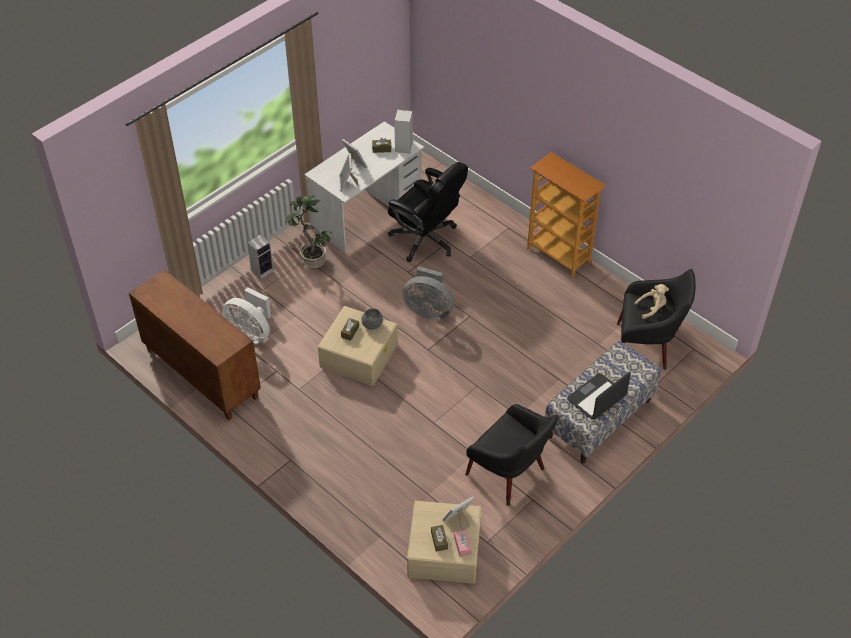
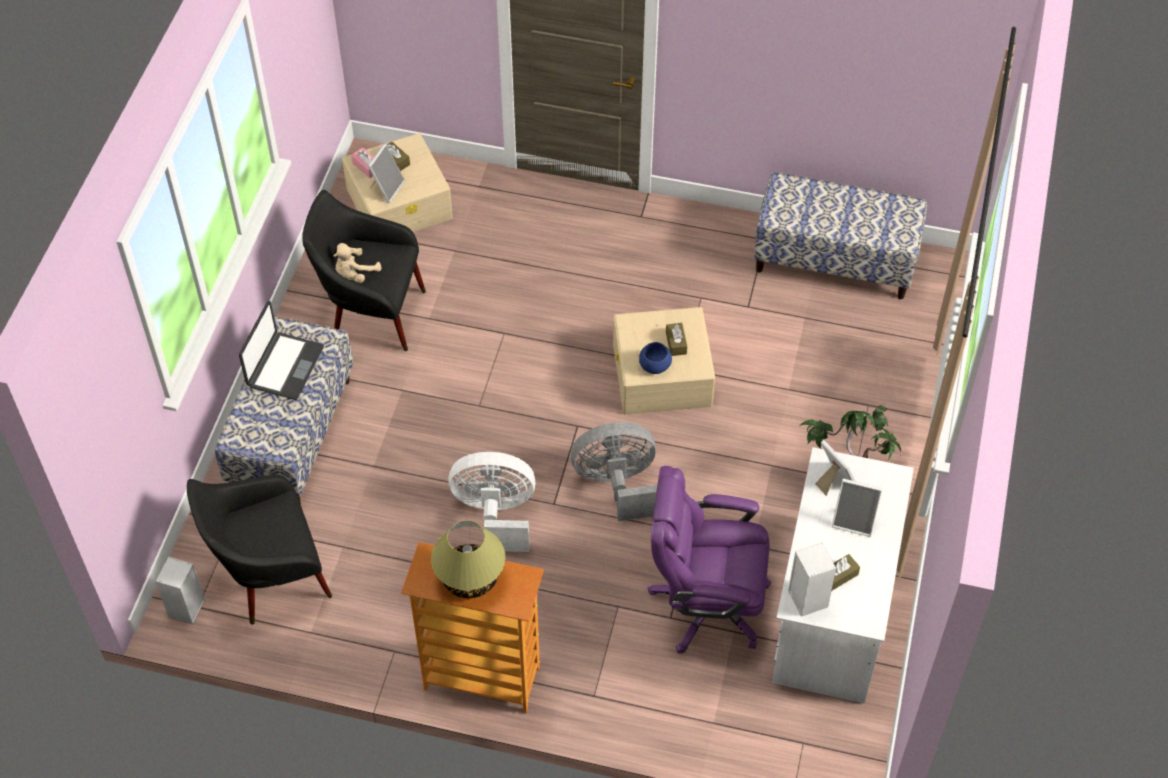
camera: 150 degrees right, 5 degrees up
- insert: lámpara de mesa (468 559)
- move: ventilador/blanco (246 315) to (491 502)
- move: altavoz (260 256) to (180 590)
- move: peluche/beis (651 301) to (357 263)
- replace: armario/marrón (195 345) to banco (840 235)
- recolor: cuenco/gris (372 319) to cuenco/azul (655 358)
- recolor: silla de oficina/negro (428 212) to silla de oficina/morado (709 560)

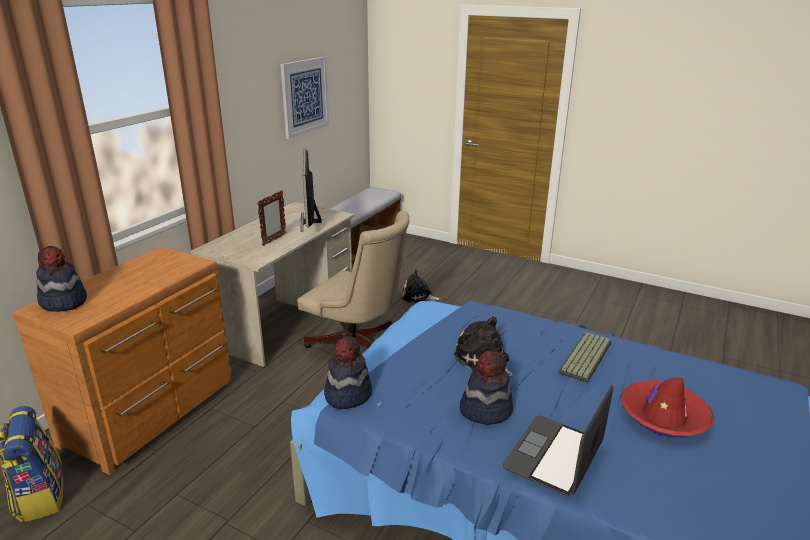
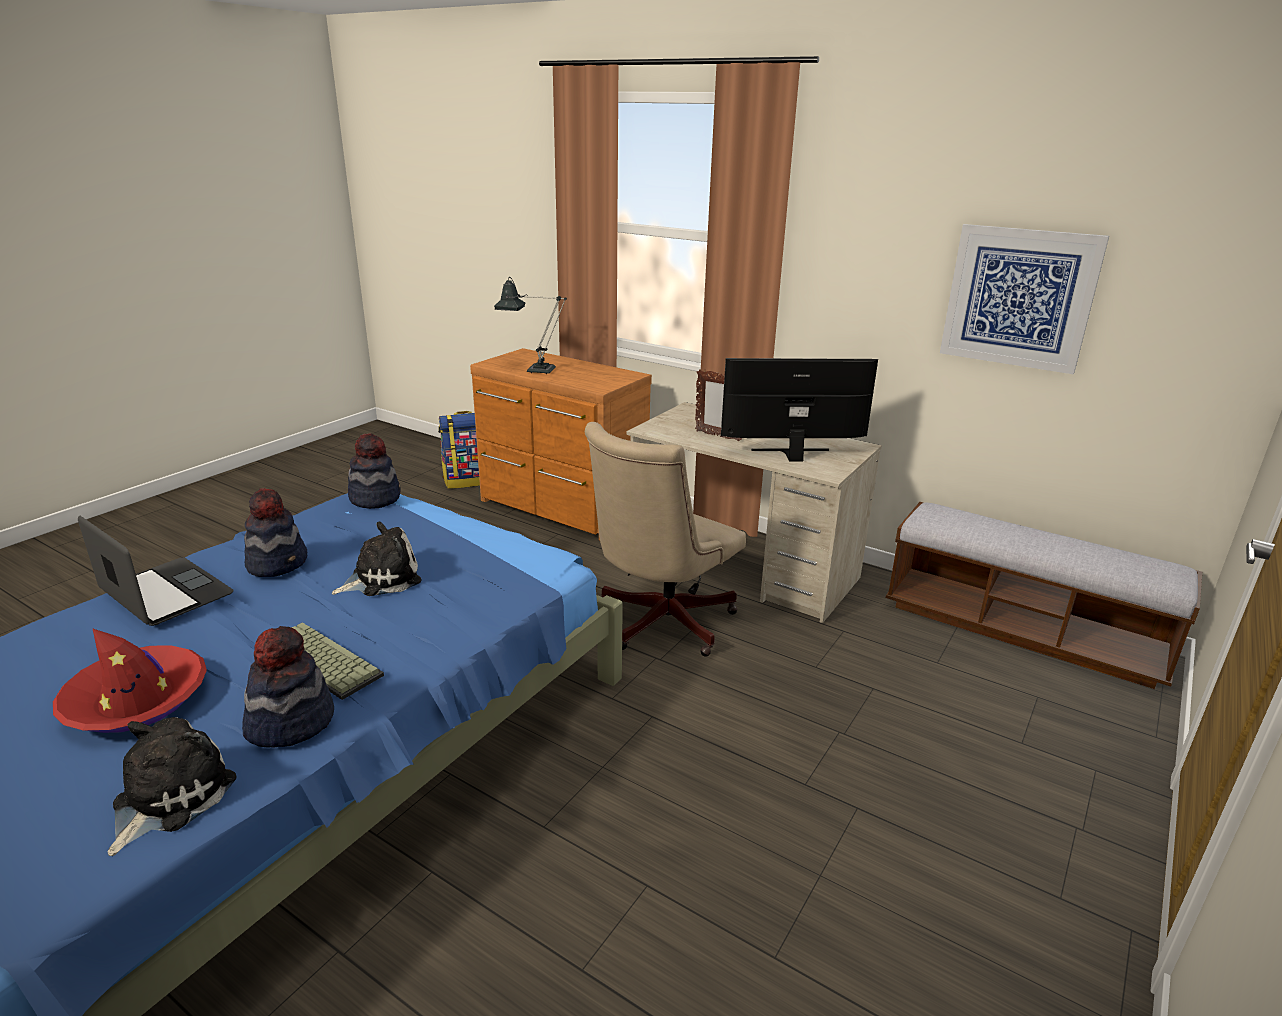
camera: 95 degrees right, 0 degrees up
- insert: lámpara de mesa (530 325)
- move: sombrero (61 279) to (288 687)
- move: peluche (422 287) to (172 786)

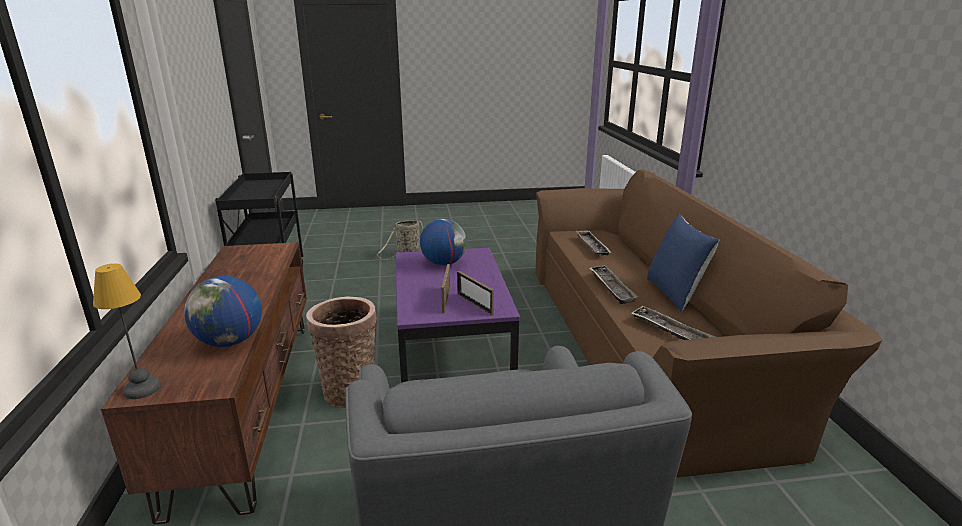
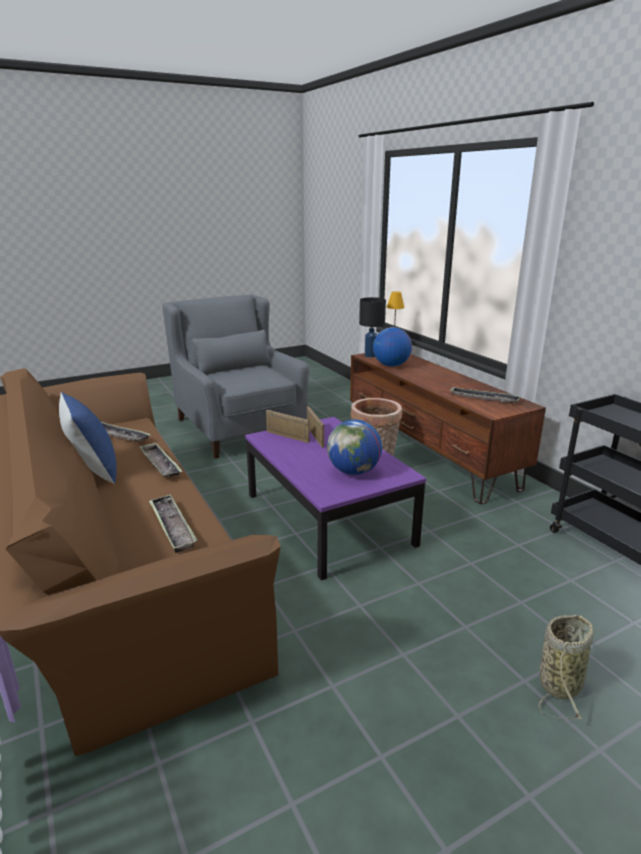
camera: 160 degrees right, 0 degrees up
- insert: lámpara de mesa/negro (372 327)
- insert: bandeja (485 395)

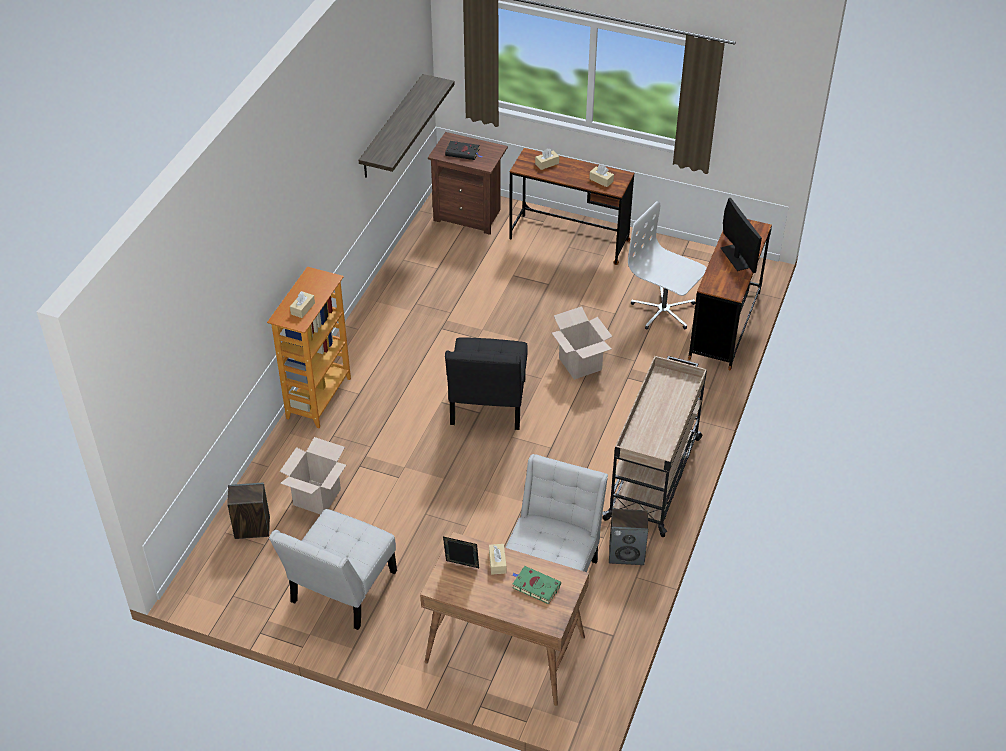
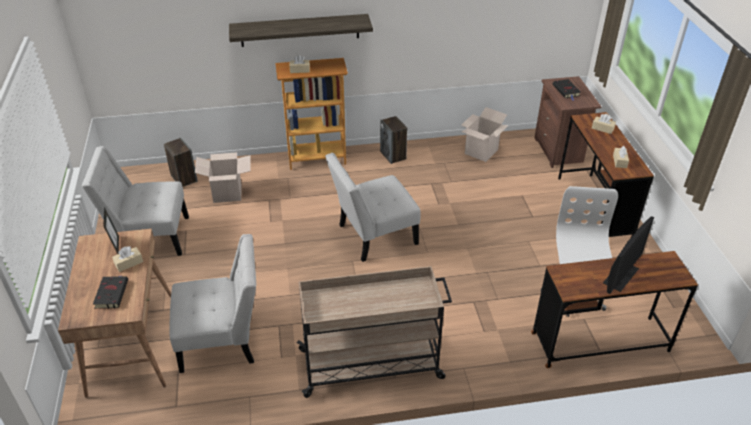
camera: 60 degrees right, 5 degrees down
- move: estante (407 126) to (301 30)
- move: caja de cartón (582 343) to (484 134)
- move: altavoz (628 537) to (393 140)
- recolor: silla/negro (486 383) to silla/blanco (373 207)
- recolor: libro/verde (536 585) to libro/negro (110 292)

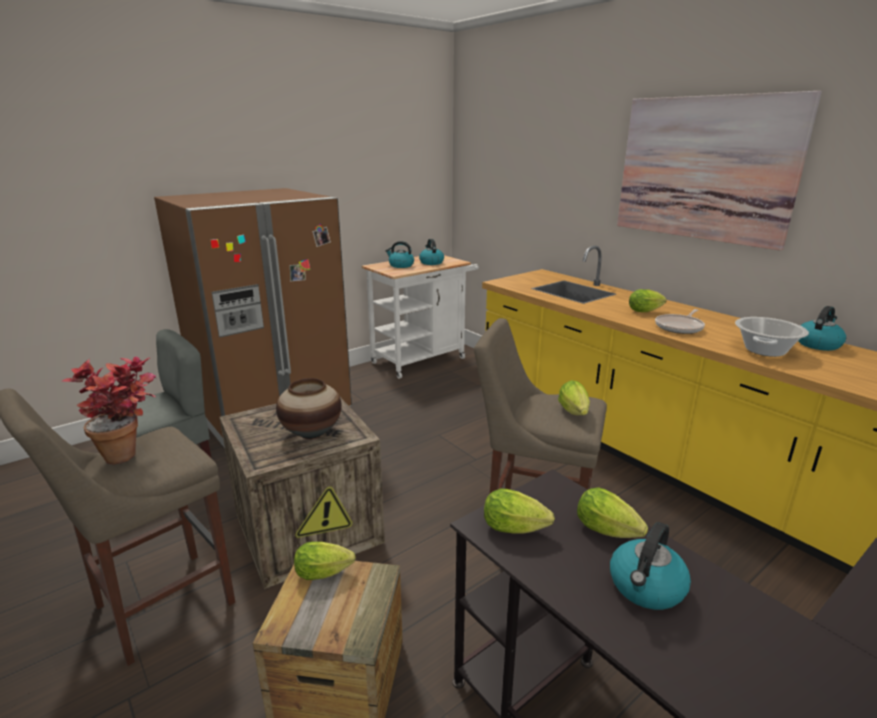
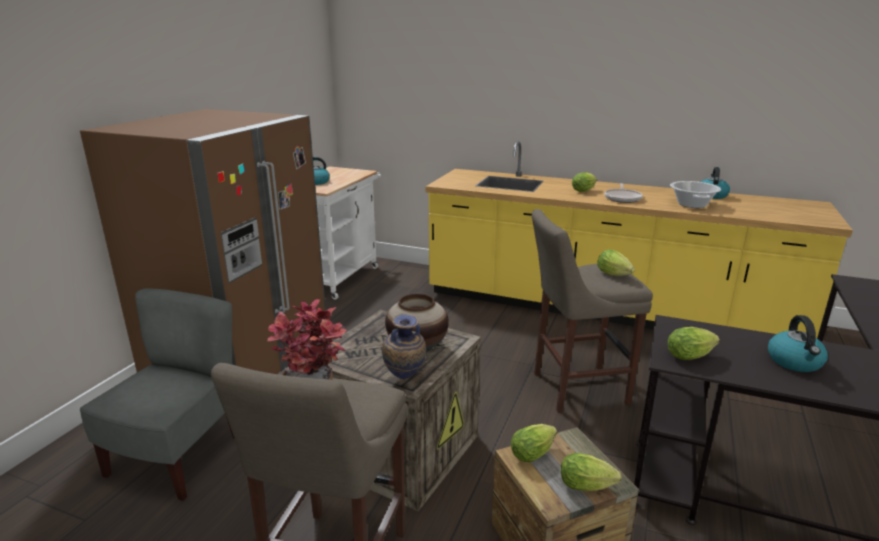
camera: 30 degrees left, 0 degrees up
- delete: hervidor (431 252)
- delete: cuadro (719 171)
- insert: florero (404 346)
- move: lechuga (612 512) to (591 472)

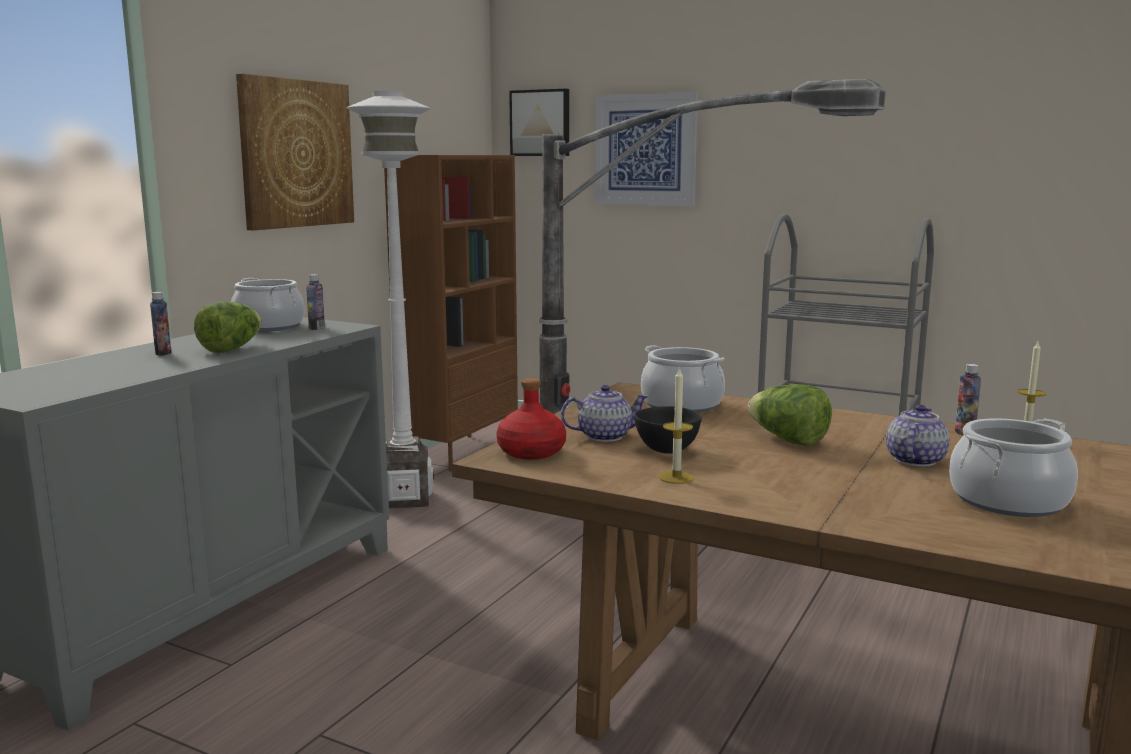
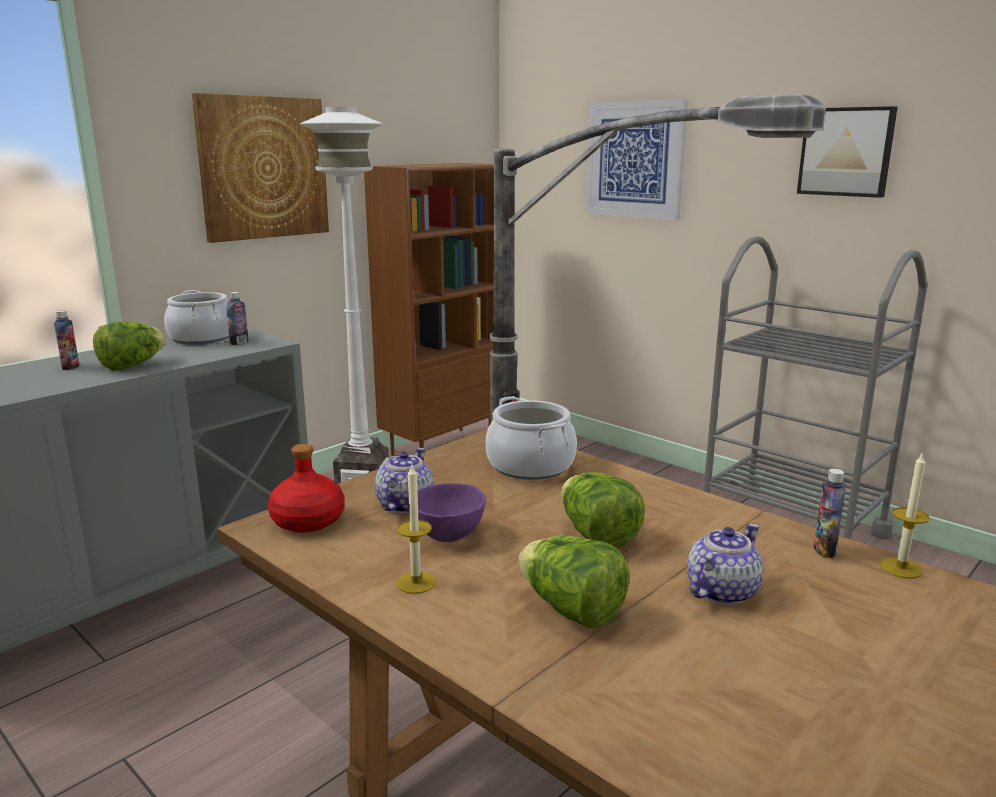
camera: 15 degrees right, 5 degrees up
- delete: olla (1013 468)
- insert: lechuga (574 581)
- move: cuadro (539 122) to (847 152)
- recolor: cuenco/negro (668 430) to cuenco/morado (451 512)
- rotate: tetera (605 413) = (404 480) 75 degrees counterclockwise

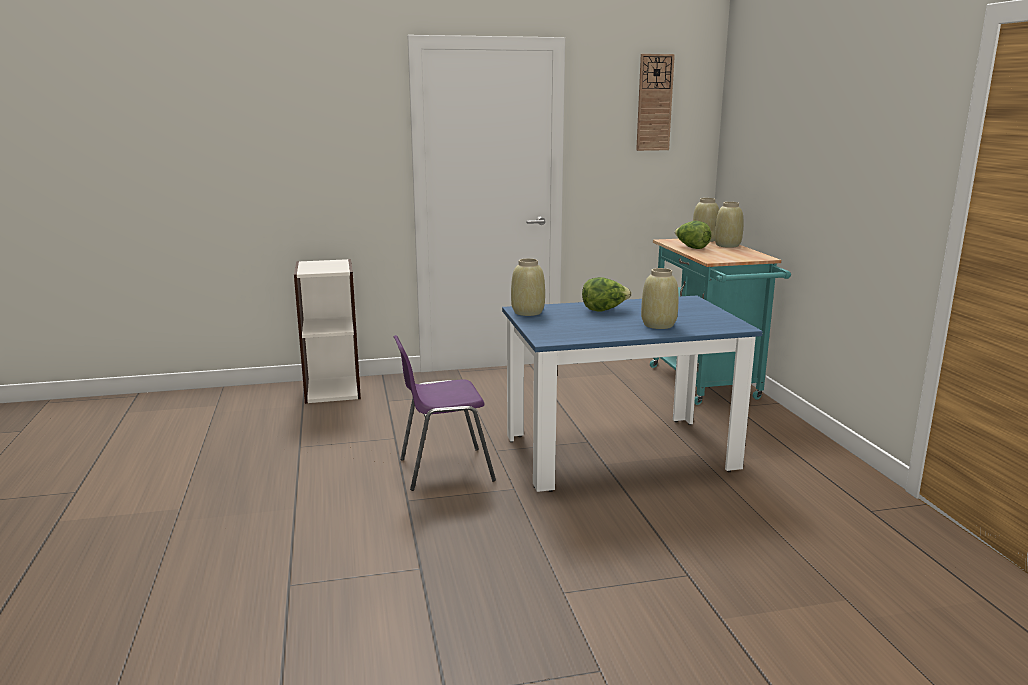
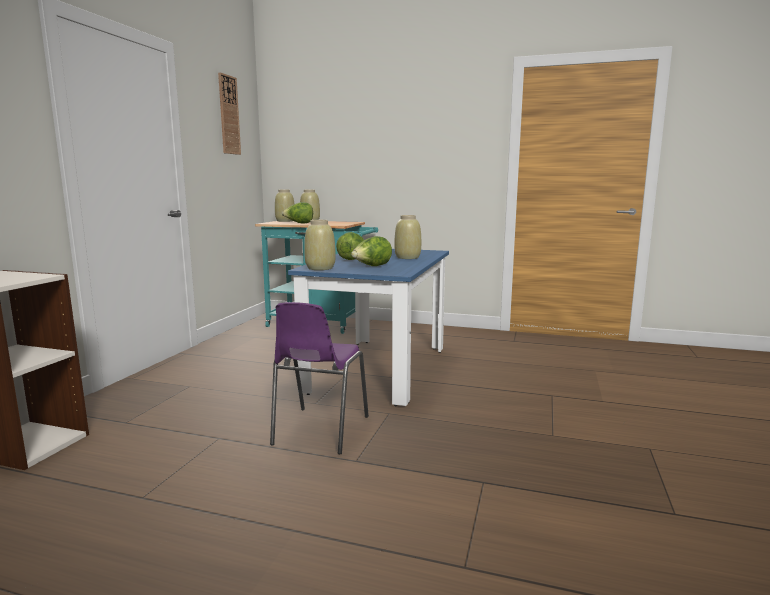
camera: 60 degrees left, 5 degrees down
- insert: lechuga (371 251)

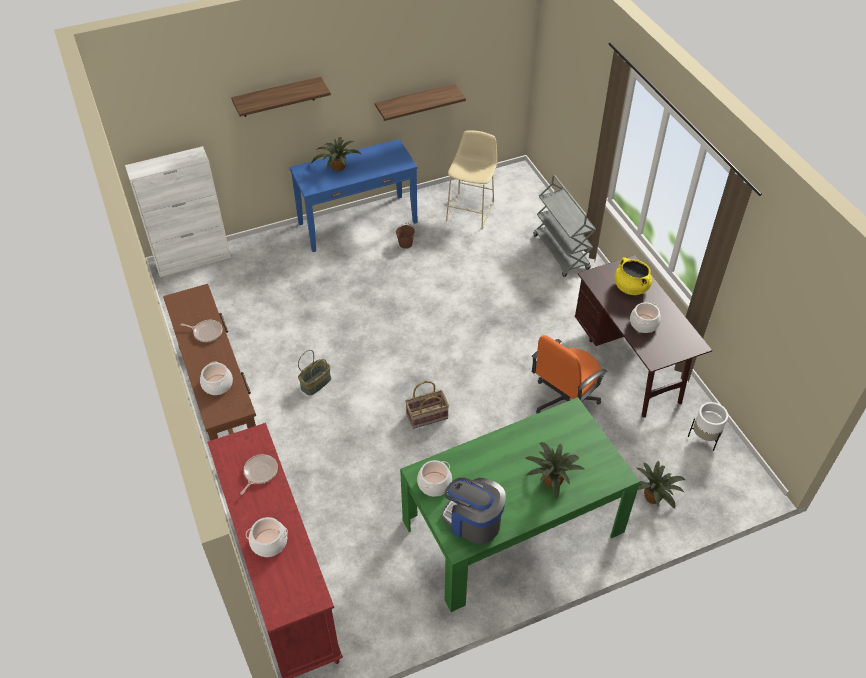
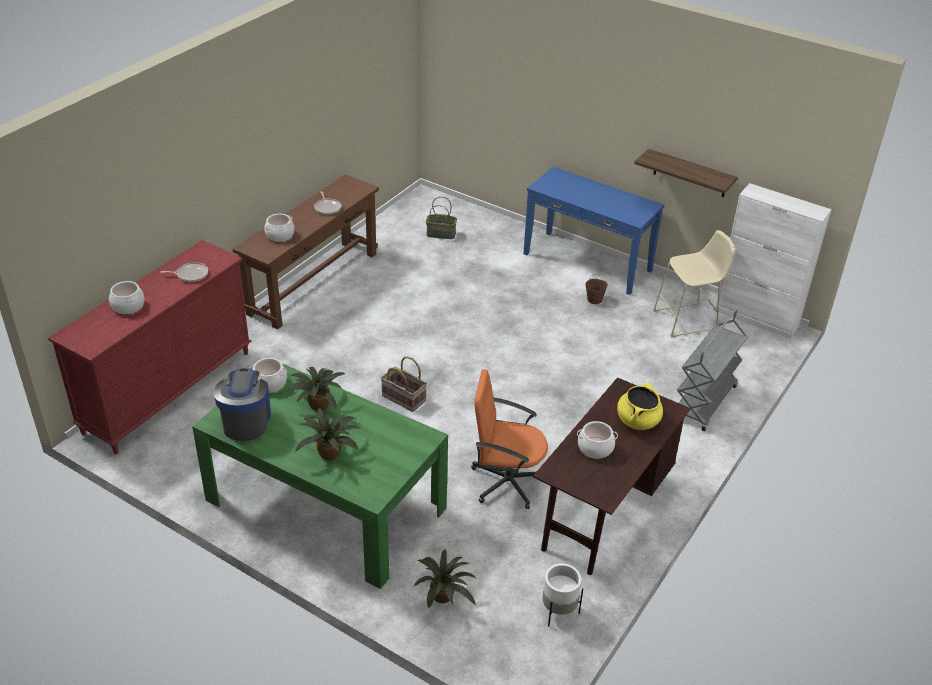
camera: 55 degrees right, 10 degrees down
- delete: estante (281 97)
- move: armario/blanco (178 211) to (773 261)
- move: cesta (314 373) to (441 218)
- move: planta en maceta (336 154) to (315 389)

